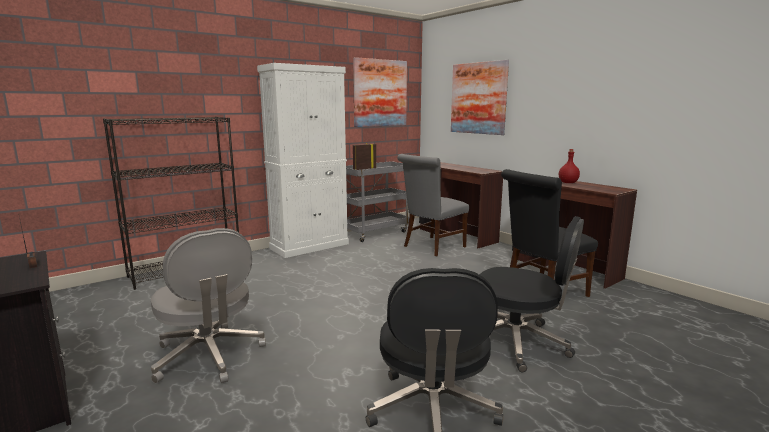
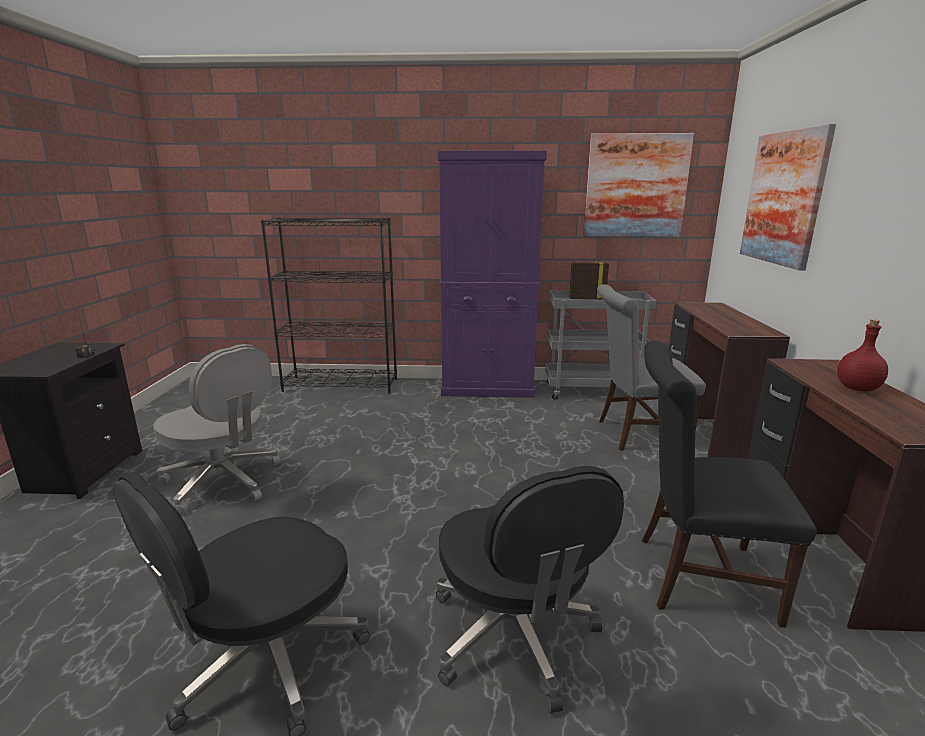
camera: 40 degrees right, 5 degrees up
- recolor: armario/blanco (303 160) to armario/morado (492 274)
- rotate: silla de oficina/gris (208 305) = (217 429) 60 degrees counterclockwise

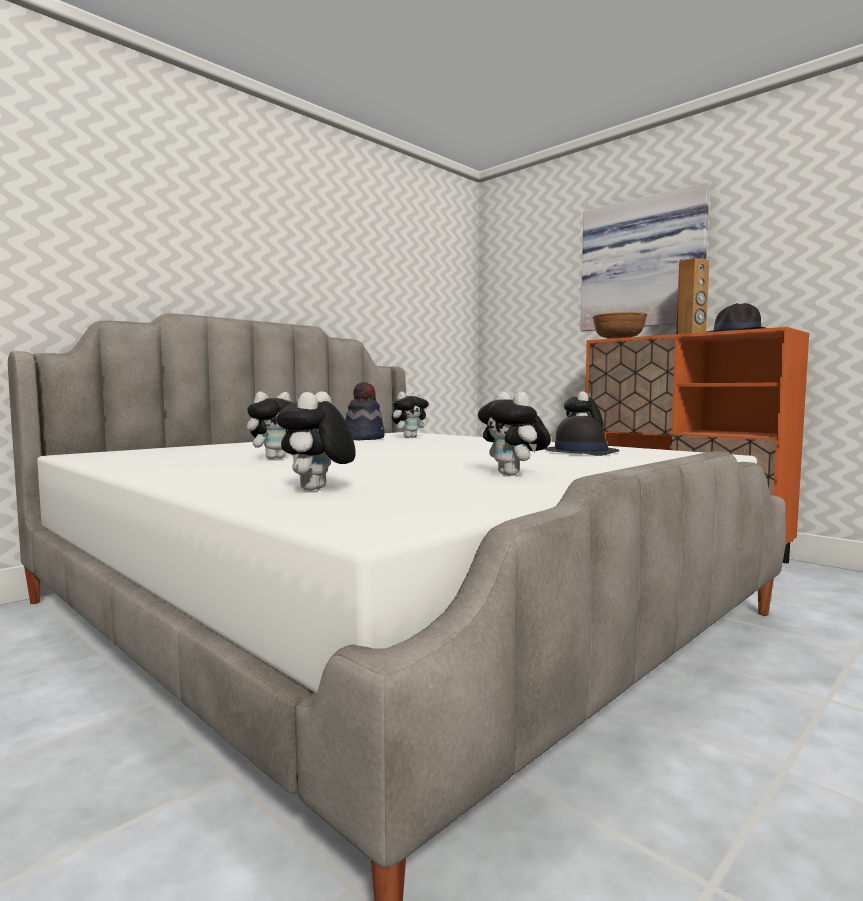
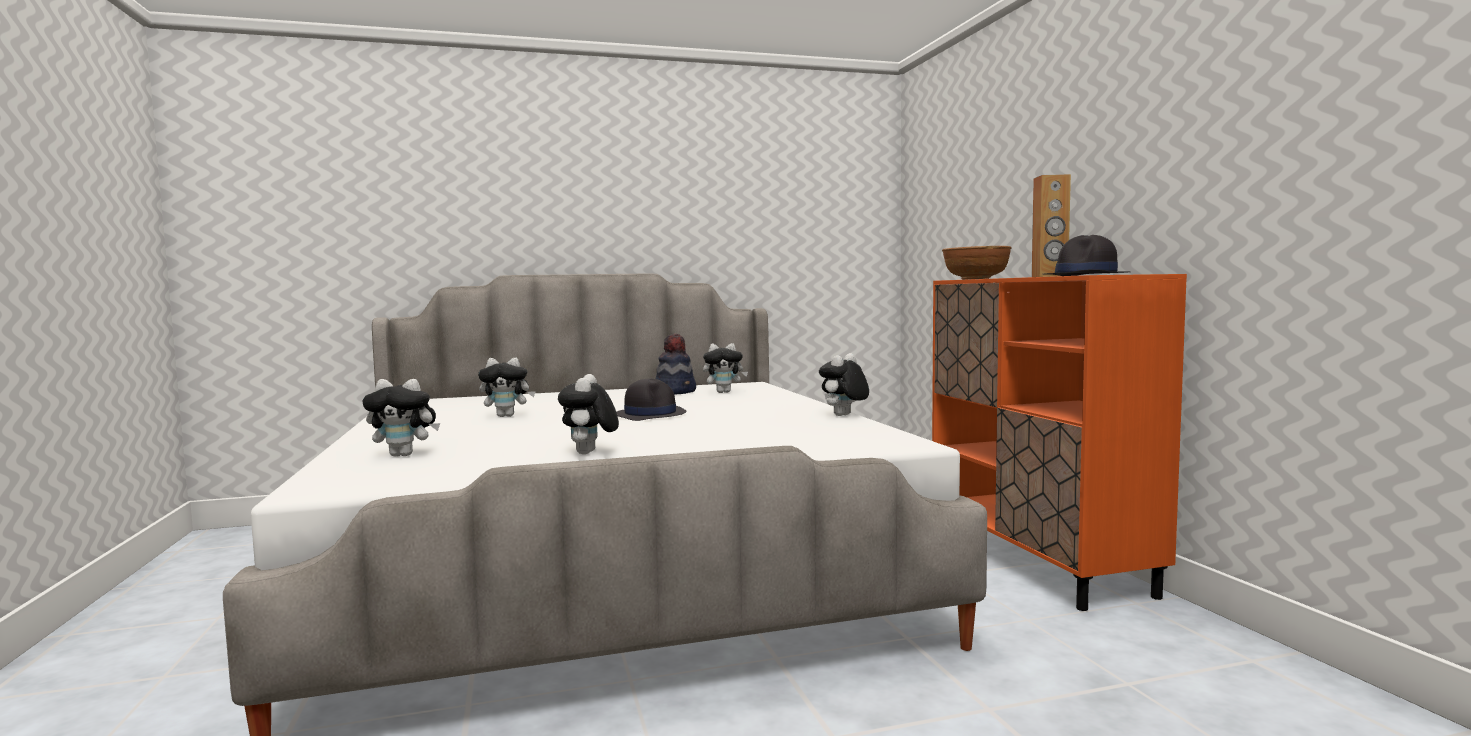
camera: 30 degrees right, 0 degrees up
- delete: cuadro (644 257)
- move: sombrero/negro (582 436) to (651 399)
- rotate: peluche (316 441) = (401 417) 135 degrees counterclockwise

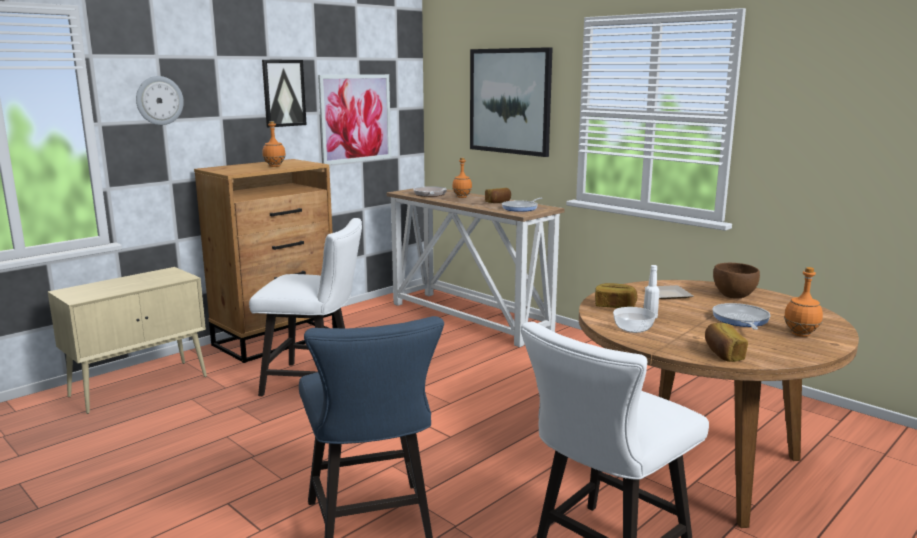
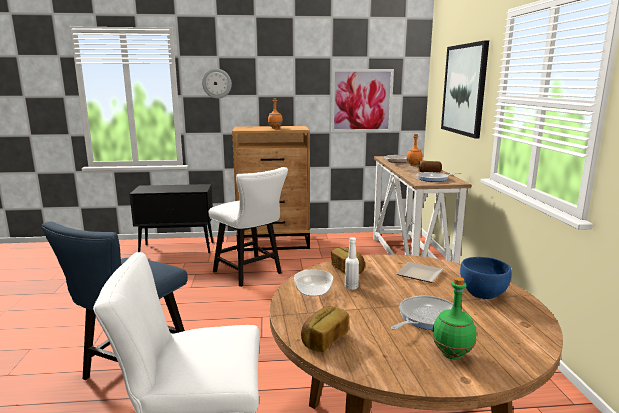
camera: 40 degrees right, 0 degrees up
- delete: cuadro (284 93)
- recolor: armario/beis (127 340) to armario/negro (171 218)
- recolor: cuenco/marrón (736 281) to cuenco/azul (486 278)
- recolor: botella/naranja (803 302) to botella/verde (454 318)

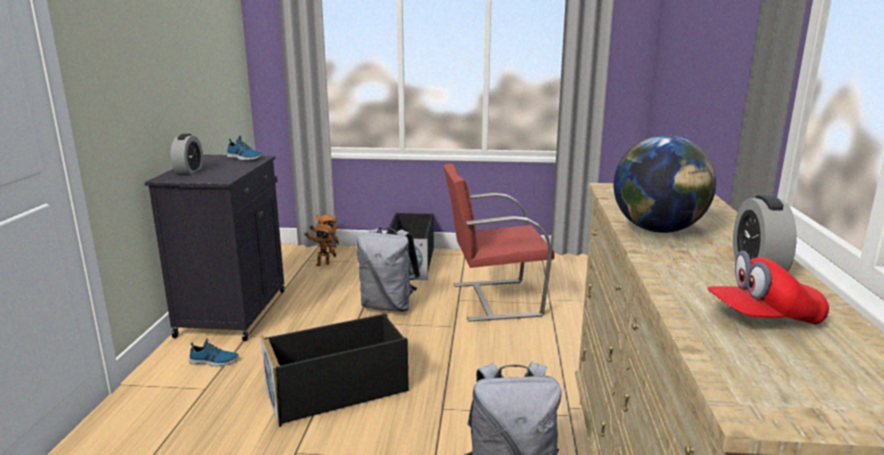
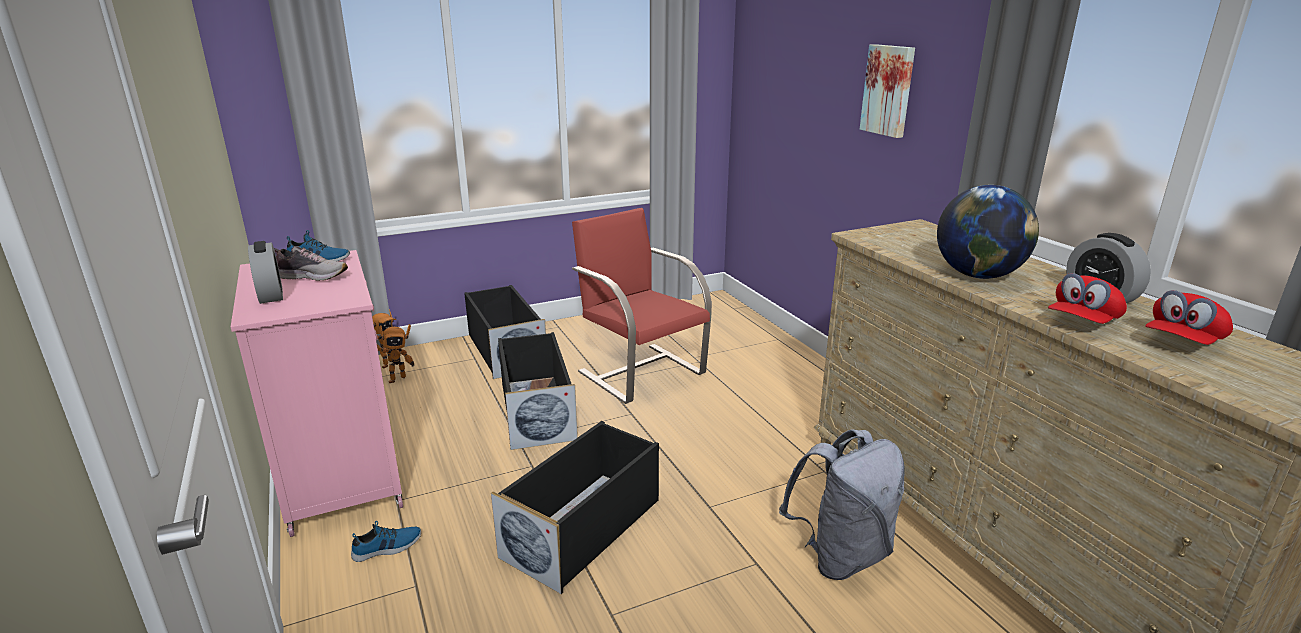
camera: 30 degrees left, 5 degrees up
- insert: zapato (311 263)
- insert: cuadro (887 91)
- insert: gorra/rojo (1087 298)
- replace: mochila/gris (388 269) to caja de almacenaje/negro (538 391)
- recolor: armario/negro (214 248) to armario/rosa (317 393)
- rotate: silla/rojo (498 242) = (642 306) 90 degrees clockwise

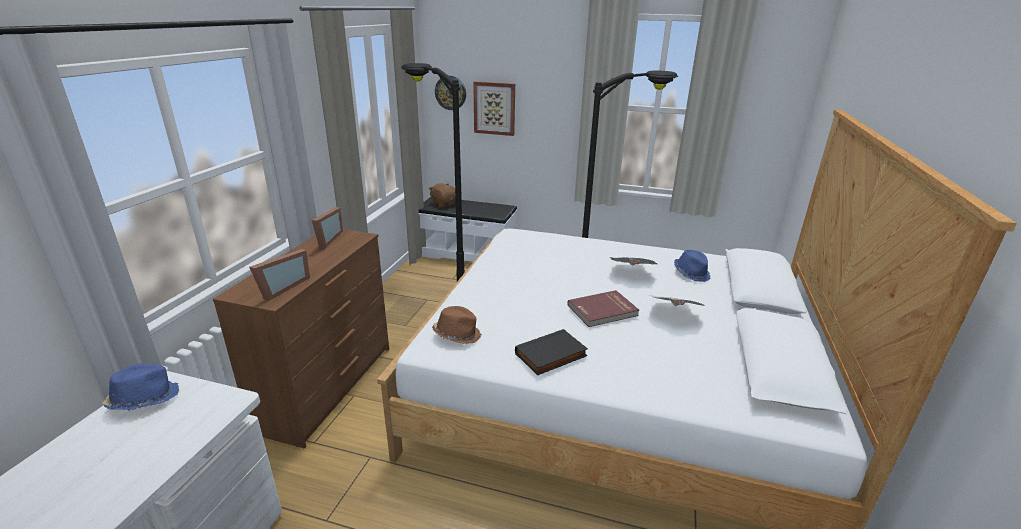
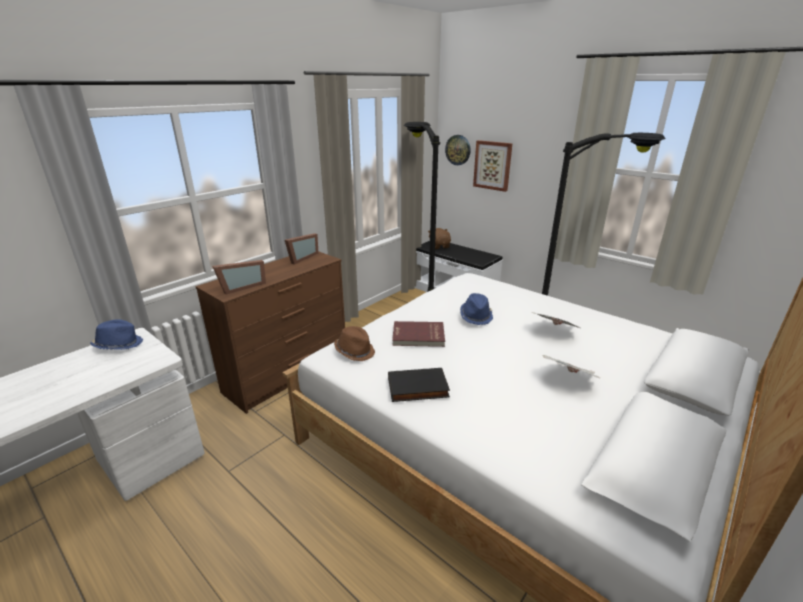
camera: 25 degrees right, 0 degrees up
- move: libro/rojo (603 308) to (418 334)
- move: sombrero/azul (692 266) to (476 309)

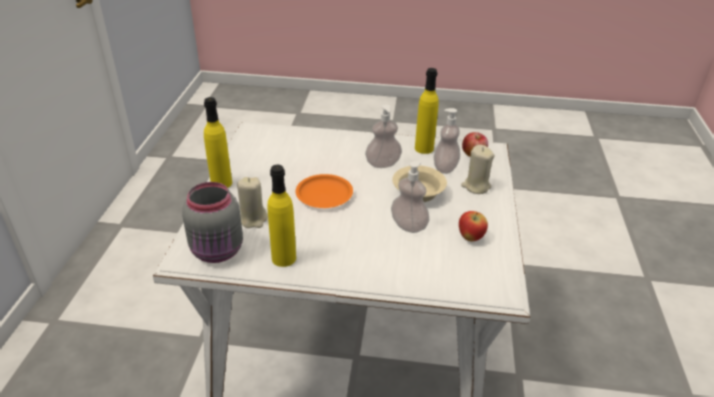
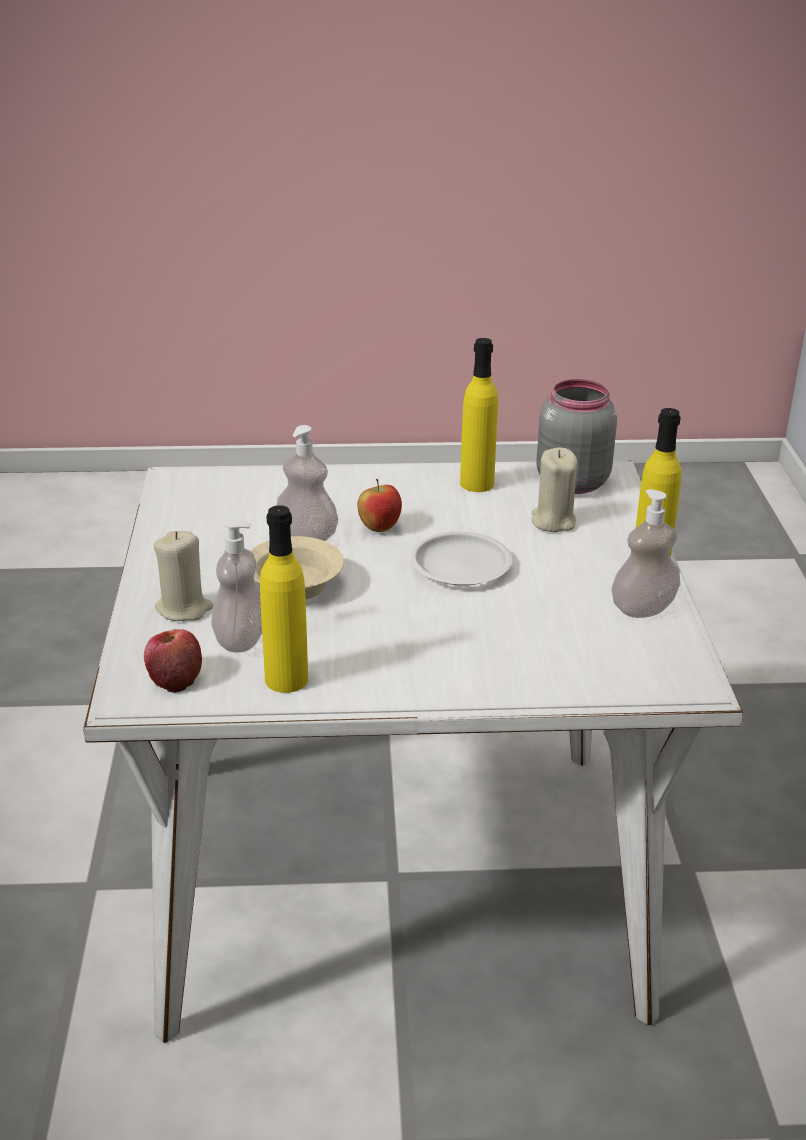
camera: 170 degrees right, 5 degrees down
- move: dispensador de jabón (383 136) to (646 553)
- move: manzana (473 226) to (379 505)
- recolor: plato/naranja (324 191) to plato/blanco (461 559)

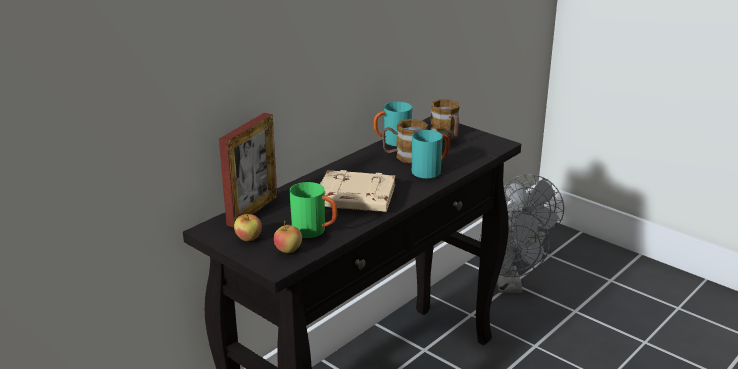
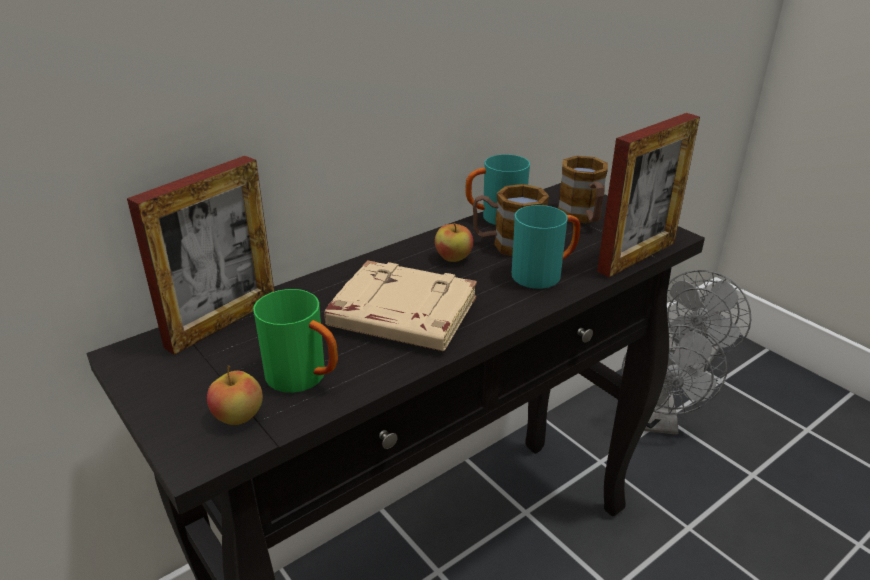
camera: 10 degrees right, 5 degrees up
- insert: portarretratos (648 195)
- move: manzana (248 227) to (454 242)

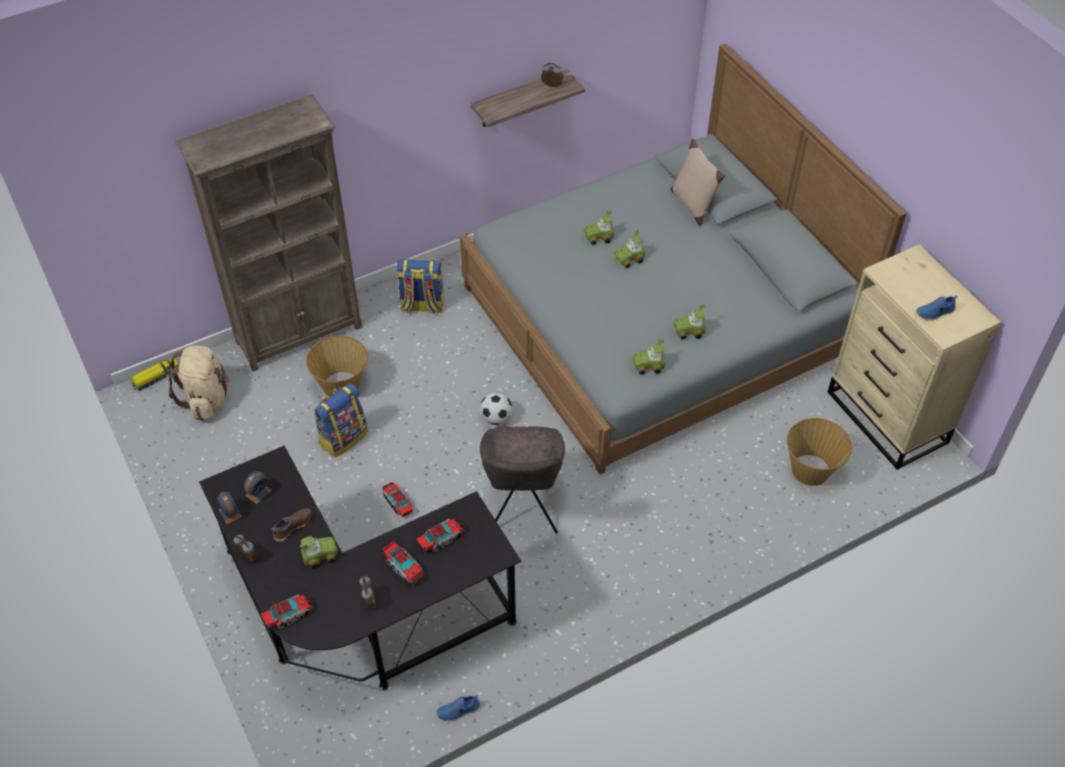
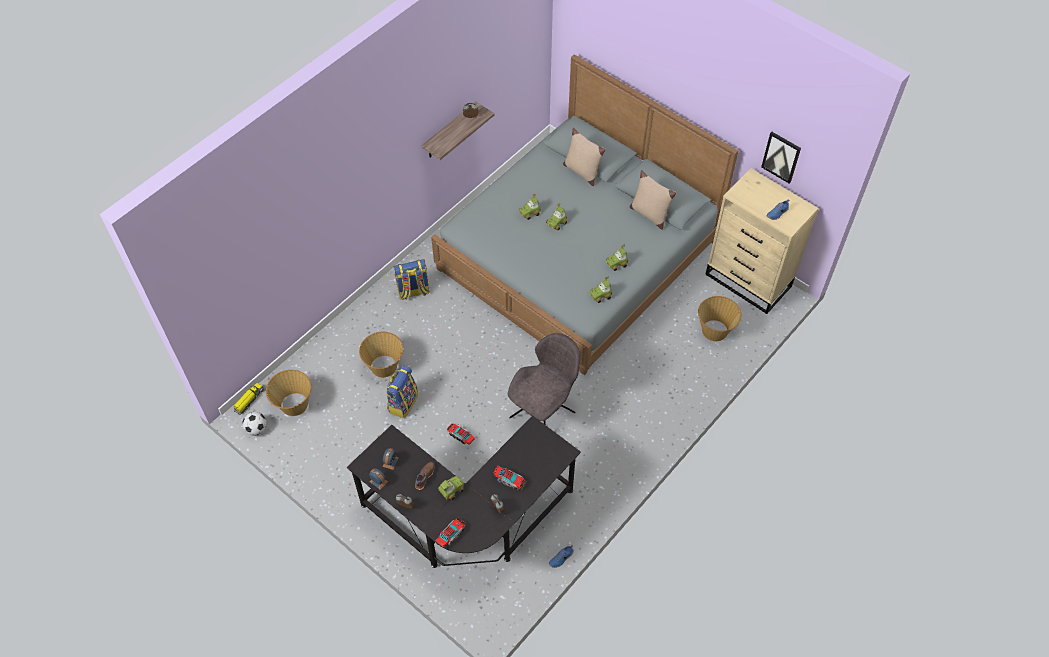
camera: 20 degrees left, 5 degrees up
- delete: estantería/marrón (269 233)
- delete: camión de juguete (441 535)
- insert: cojín/beis (653 200)
- insert: cuadro (781 158)
- move: balón de fútbol (496 408) to (254 424)
- replace: mochila/beis (199 382) to cesta (288 393)
- rotate: silla/gris (522 480) = (544 379) 120 degrees counterclockwise

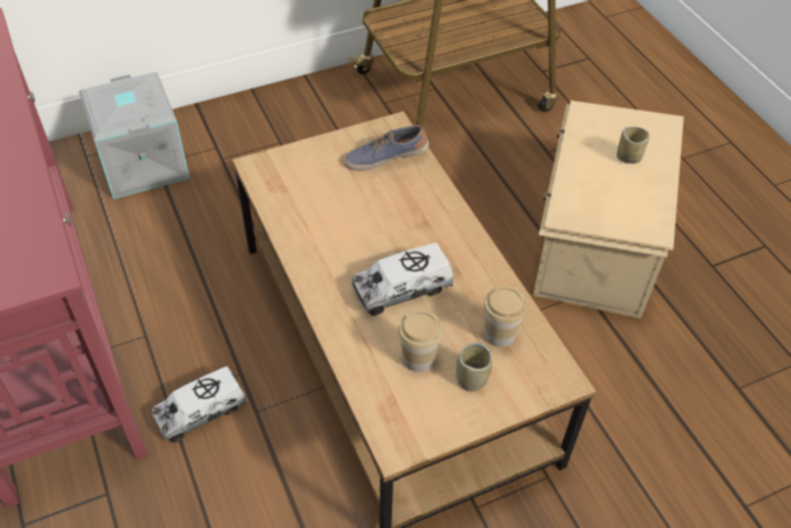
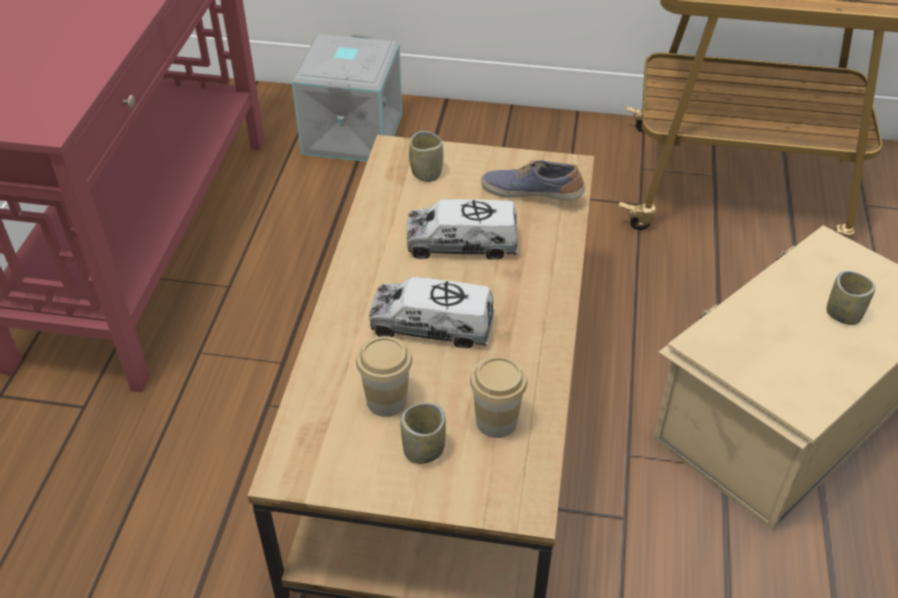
camera: 35 degrees right, 5 degrees down
- insert: taza (426 156)
- move: camión de juguete (199 404) to (462 229)

